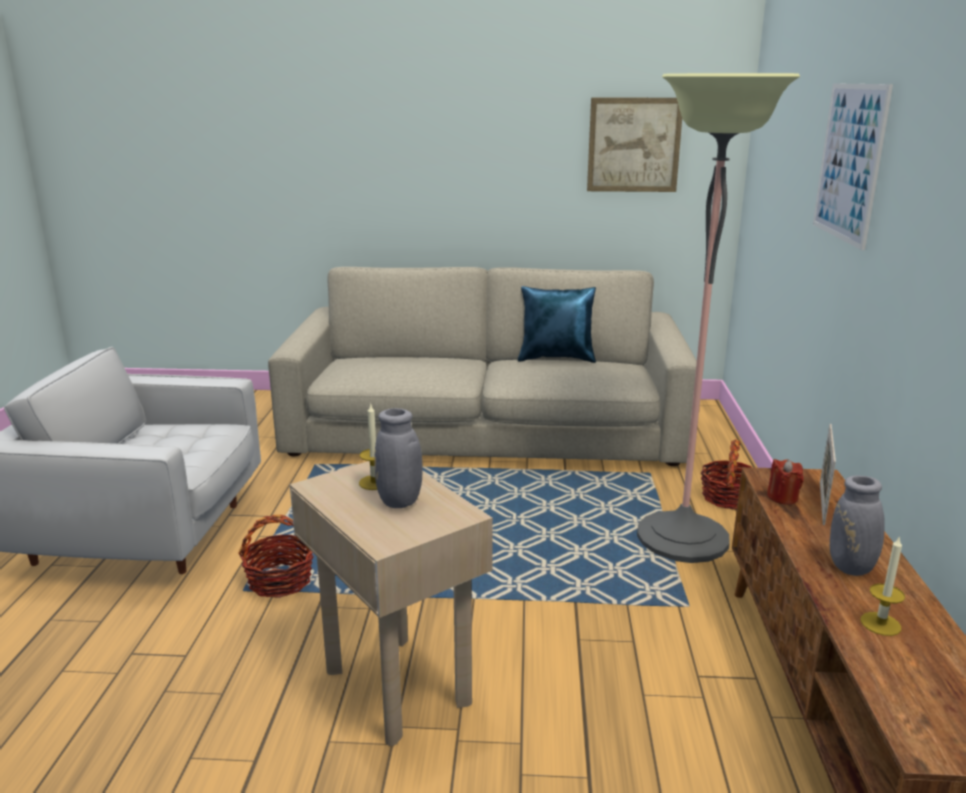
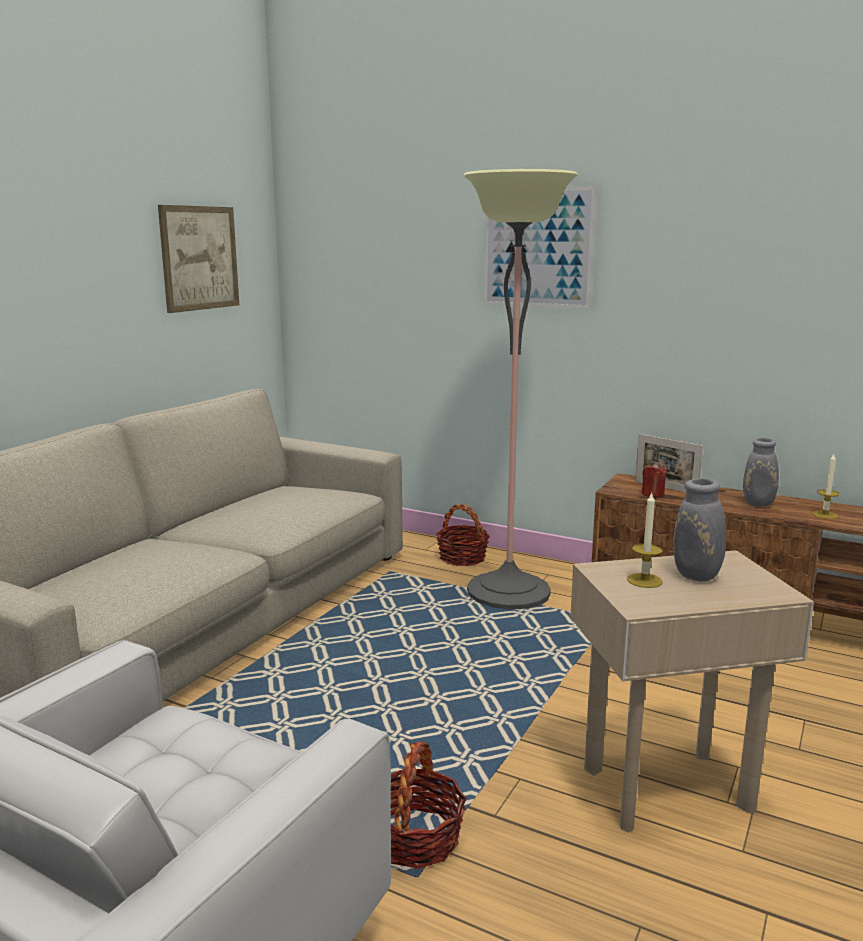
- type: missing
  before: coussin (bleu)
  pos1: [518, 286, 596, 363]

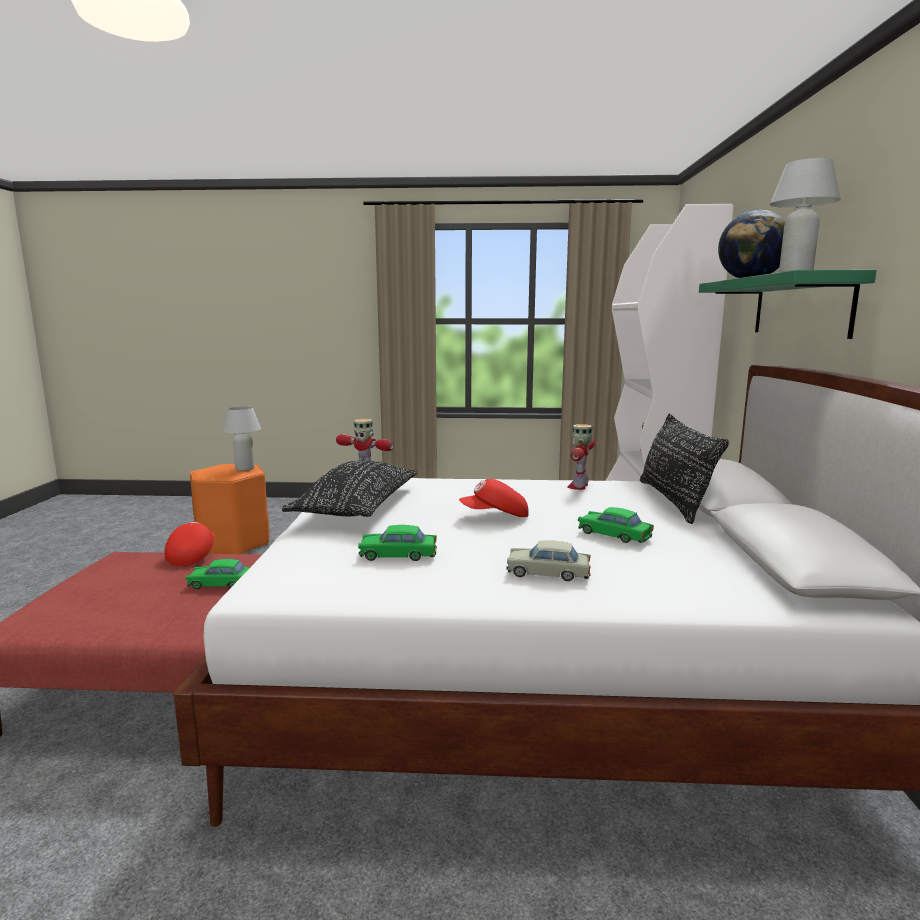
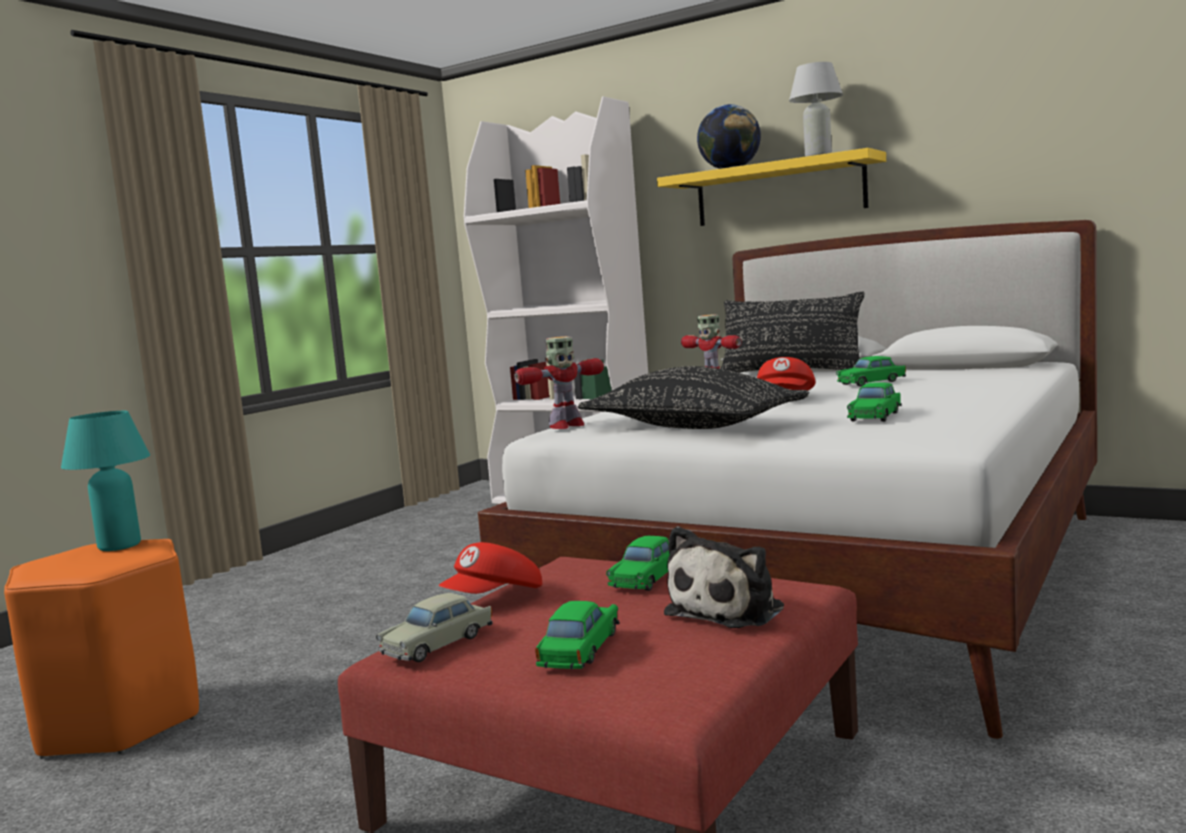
- type: colour
  before: étagère (vert)
  after: étagère (jaune)
  pos1: [699, 270, 877, 339]
  pos2: [657, 148, 886, 226]
- type: colour
  before: lampe de table (blanc)
  after: lampe de table (turquoise)
  pos1: [222, 406, 261, 471]
  pos2: [61, 411, 150, 551]
- type: spun
  before: casquette (rouge)
  pos1: [165, 522, 215, 567]
  pos2: [438, 542, 542, 594]
  turn: -75
- type: relocated
  before: petite voiture (beige)
  pos1: [506, 541, 591, 581]
  pos2: [376, 593, 493, 662]
- type: appeared
  after: peluche
  pos2: [664, 526, 784, 628]
- type: appeared
  after: petite voiture (vert)
  pos2: [535, 601, 619, 669]

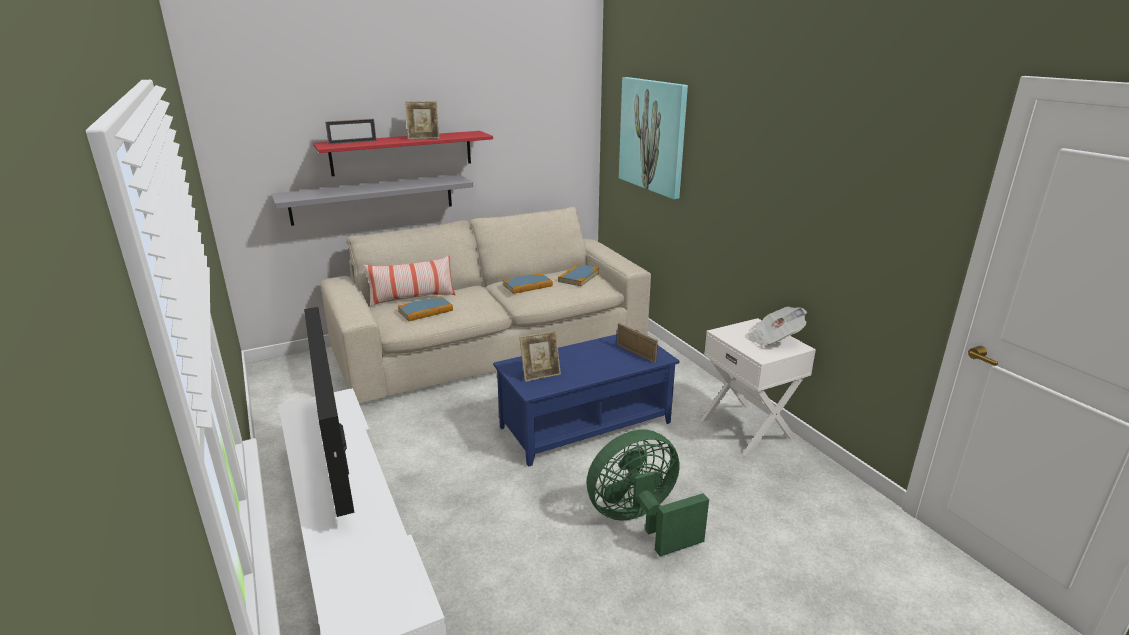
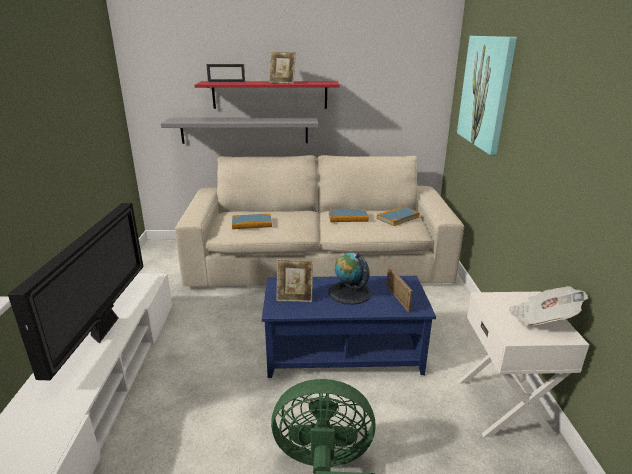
- type: missing
  before: coussin
  pos1: [364, 256, 455, 307]
- type: appeared
  after: globe
  pos2: [328, 253, 371, 305]

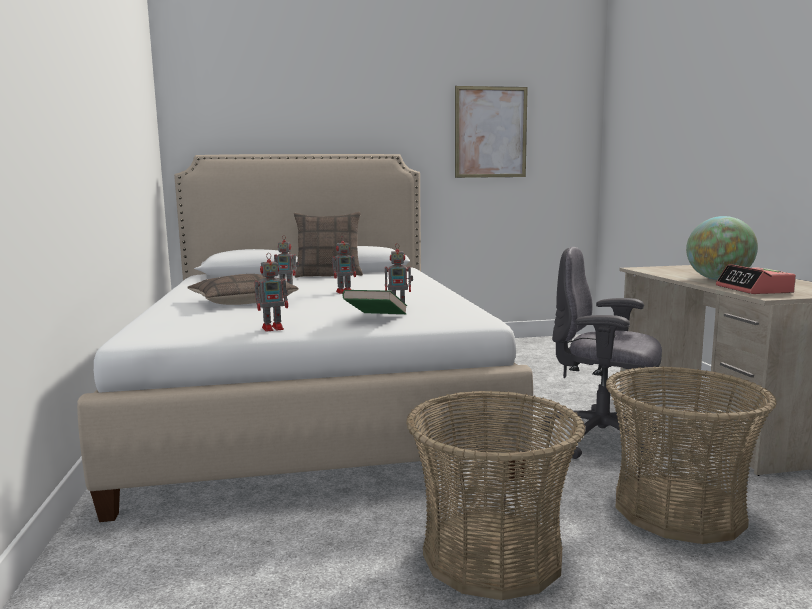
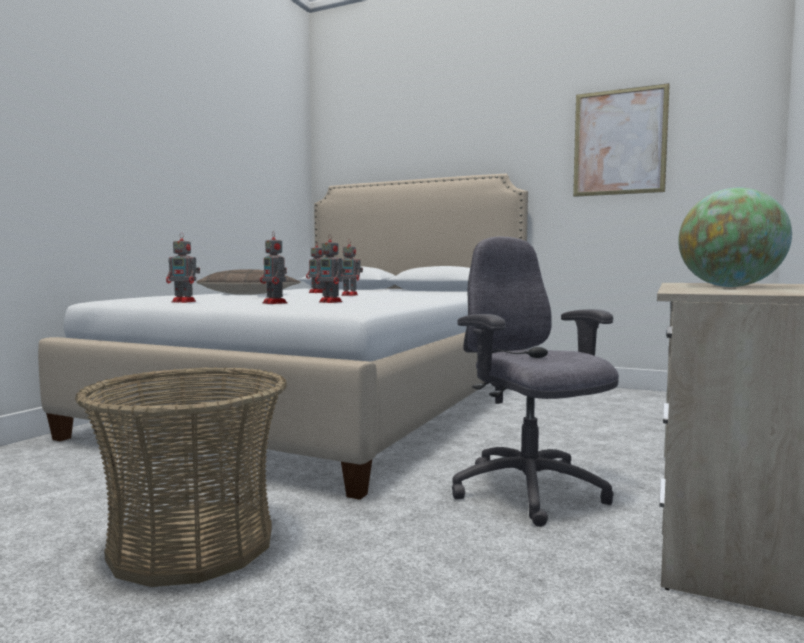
- type: missing
  before: coussin
  pos1: [294, 212, 363, 278]
- type: missing
  before: réveil
  pos1: [716, 264, 796, 294]
- type: exchanged
  before: livre (vert)
  after: robot jouet
  pos1: [342, 290, 407, 314]
  pos2: [260, 231, 287, 304]
- type: missing
  before: panier
  pos1: [606, 366, 777, 544]

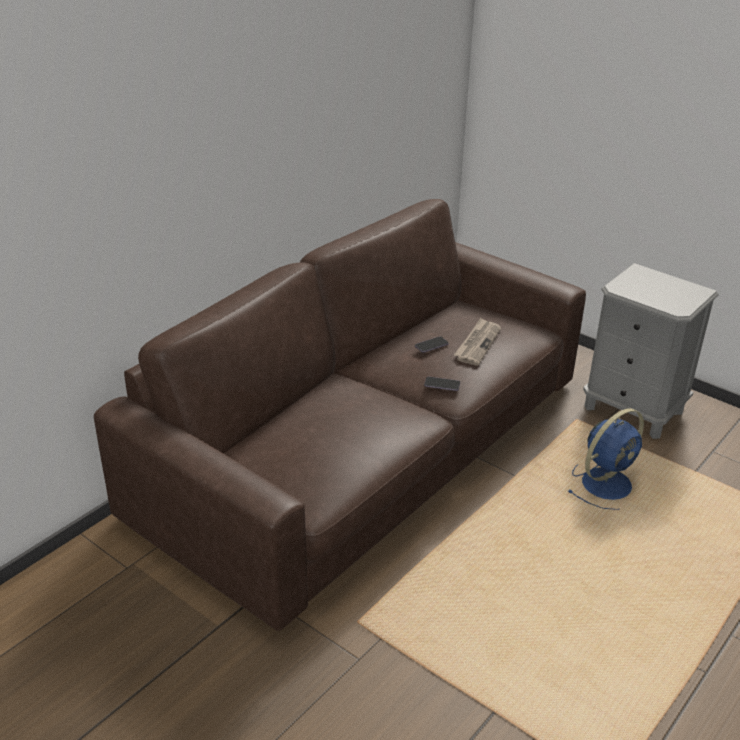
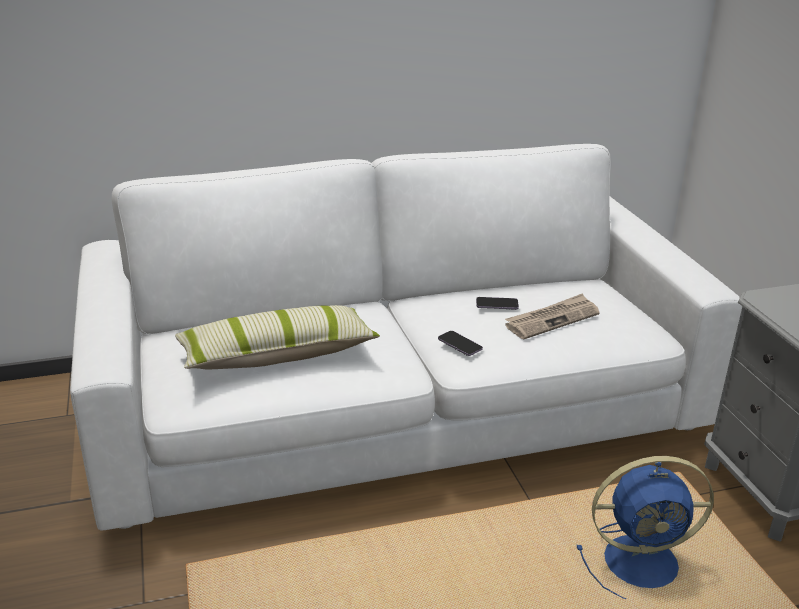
- type: colour
  before: canapé (marron)
  after: canapé (blanc)
  pos1: [94, 199, 586, 631]
  pos2: [70, 144, 742, 531]
- type: appeared
  after: coussin
  pos2: [175, 305, 380, 370]

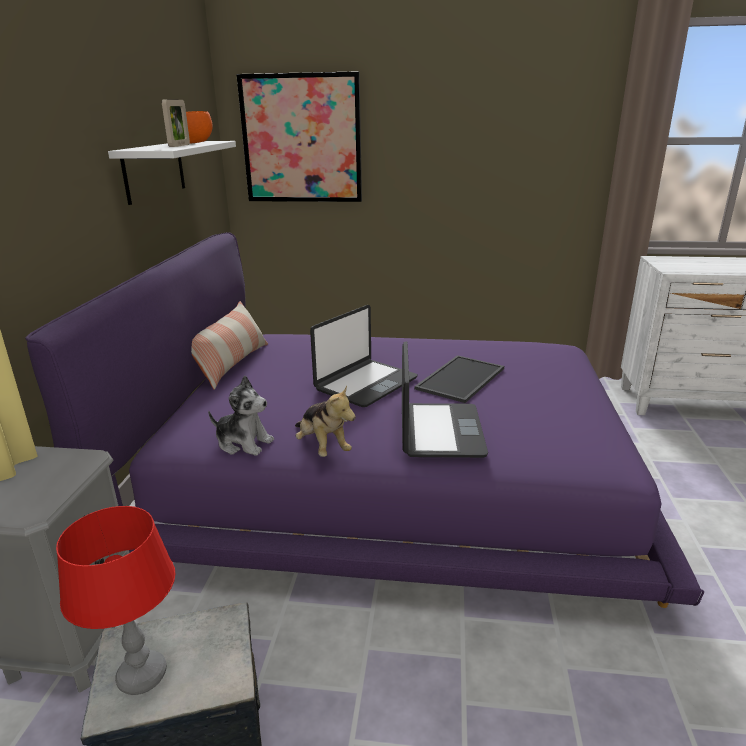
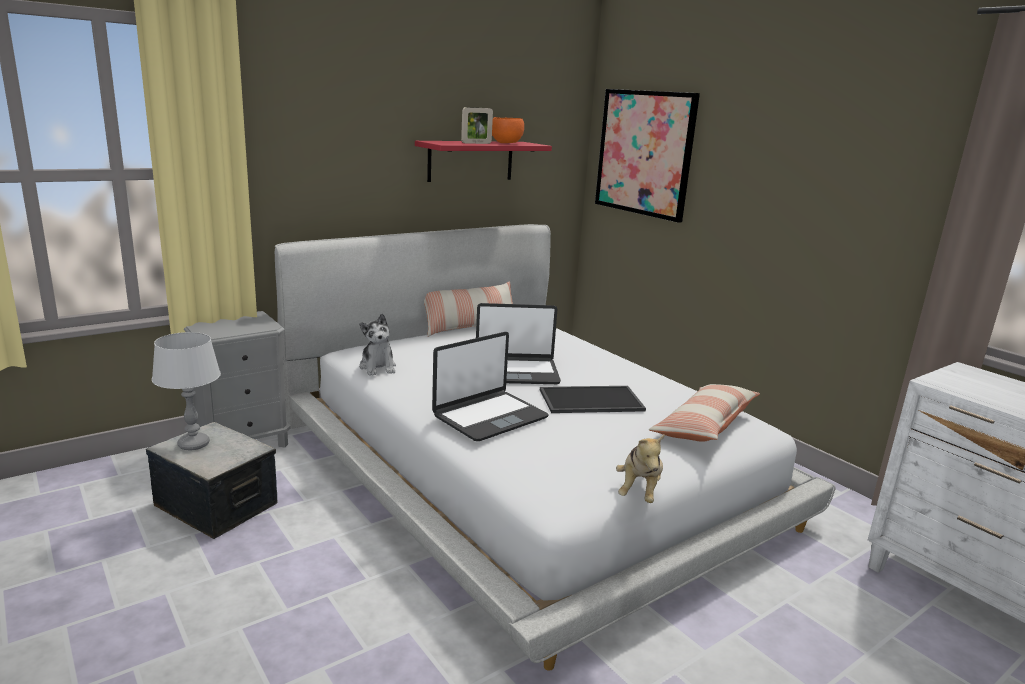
- type: colour
  before: étagère (blanc)
  after: étagère (rouge)
  pos1: [108, 141, 236, 205]
  pos2: [415, 141, 552, 182]
- type: colour
  before: lit (violet)
  after: lit (blanc)
  pos1: [25, 232, 704, 608]
  pos2: [275, 224, 836, 671]
- type: relocated
  before: peluche
  pos1: [295, 385, 356, 457]
  pos2: [616, 434, 665, 503]
- type: colour
  before: lampe de table (rouge)
  after: lampe de table (gris)
  pos1: [56, 506, 175, 695]
  pos2: [152, 332, 221, 450]
- type: appeared
  after: coussin
  pos2: [649, 384, 760, 442]

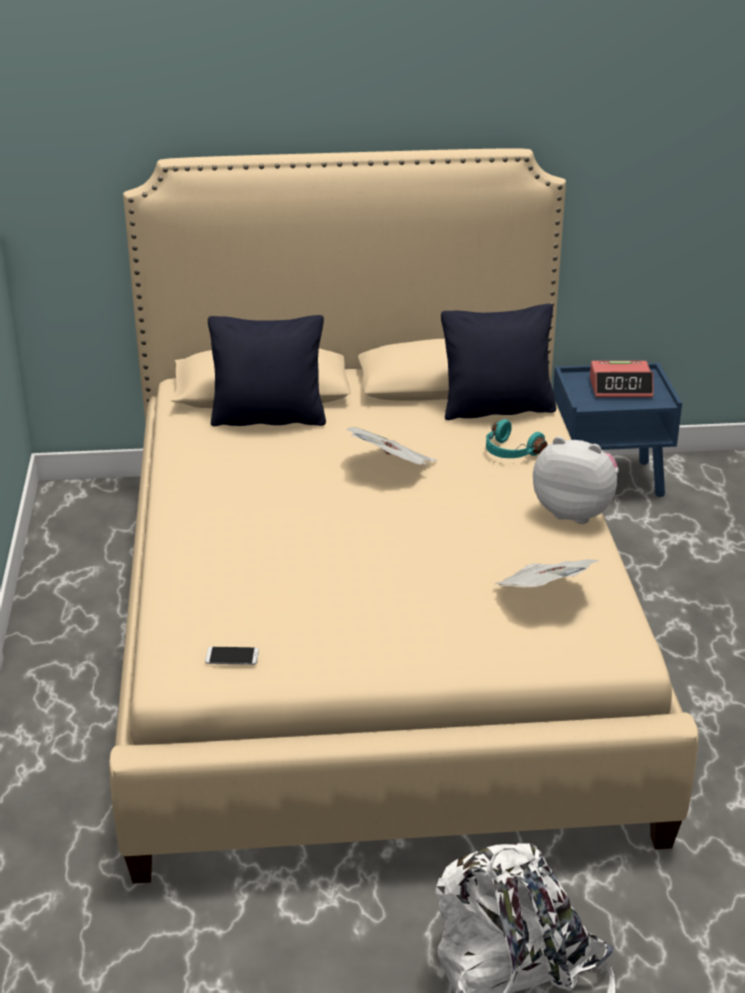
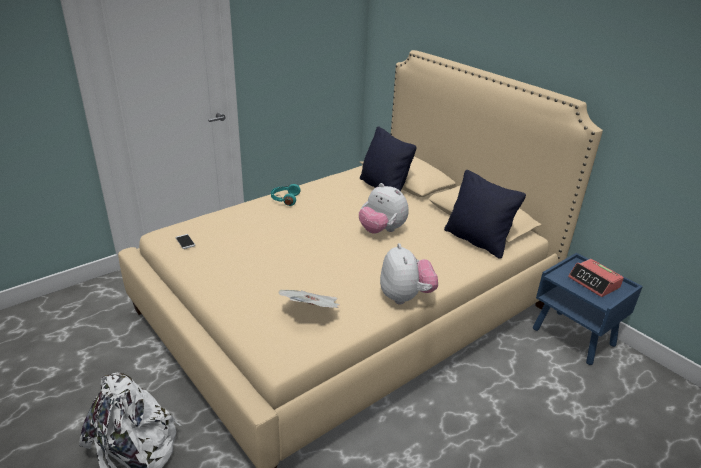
- type: relocated
  before: casque audio (turquoise)
  pos1: [486, 419, 547, 458]
  pos2: [271, 184, 300, 206]
- type: exchanged
  before: journal
  after: peluche
  pos1: [347, 427, 437, 465]
  pos2: [359, 183, 409, 234]

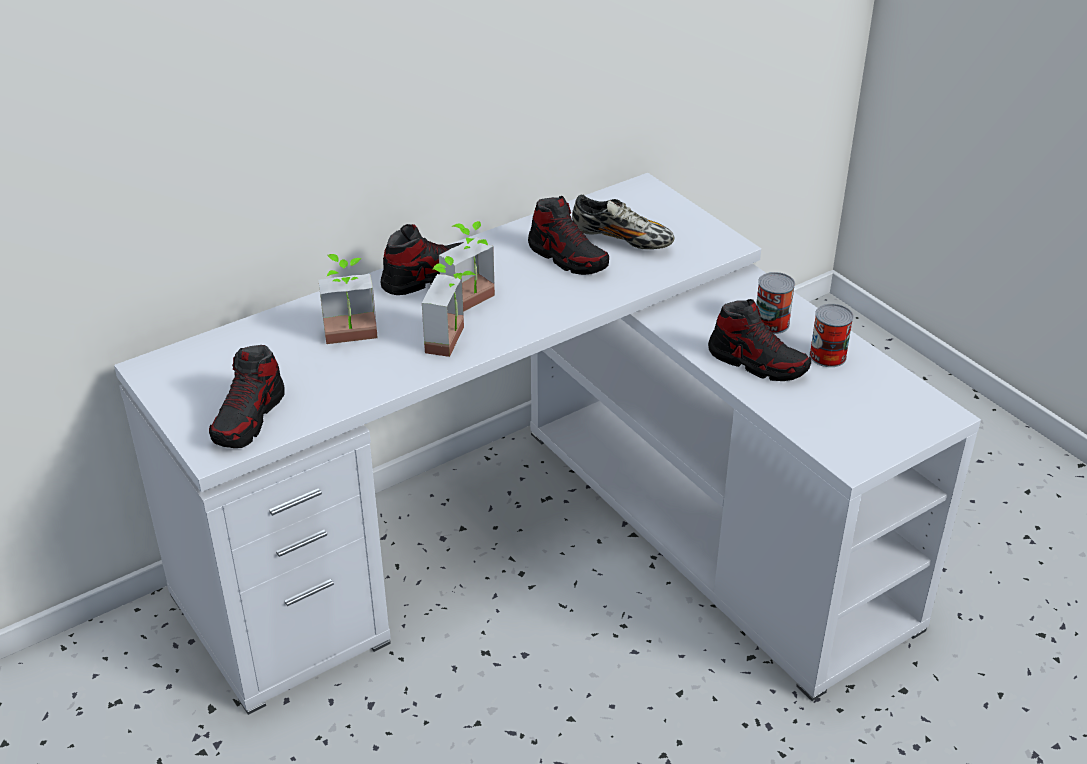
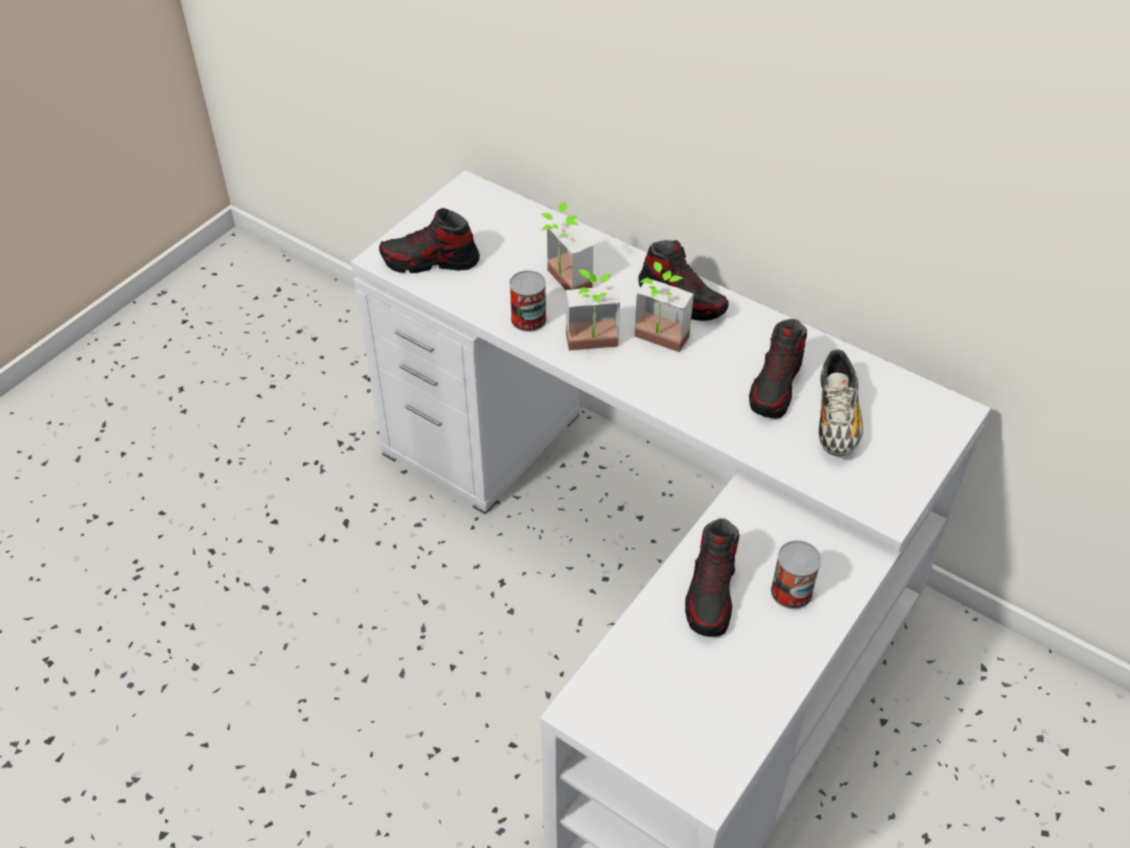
- type: relocated
  before: boîte métallique
  pos1: [809, 304, 854, 367]
  pos2: [509, 270, 547, 332]

